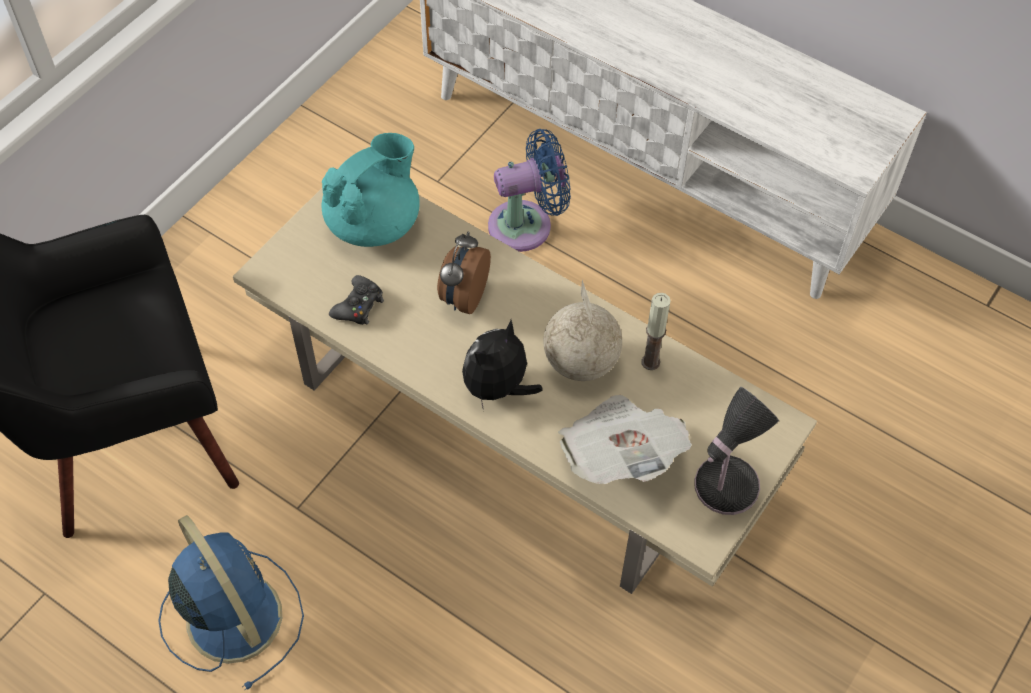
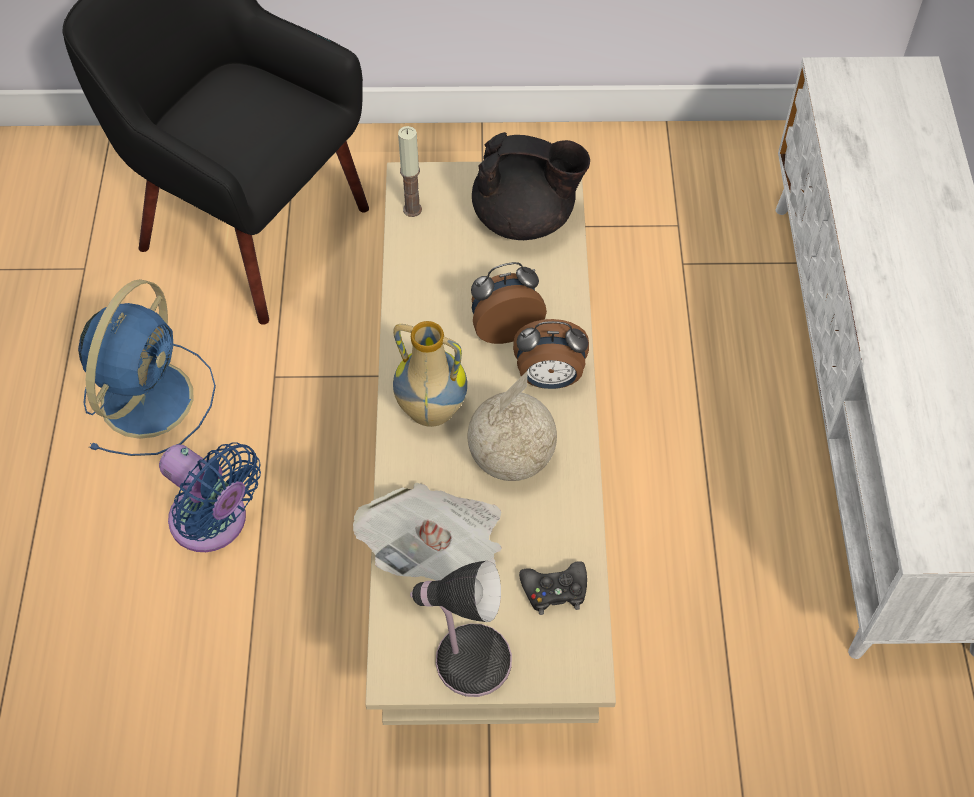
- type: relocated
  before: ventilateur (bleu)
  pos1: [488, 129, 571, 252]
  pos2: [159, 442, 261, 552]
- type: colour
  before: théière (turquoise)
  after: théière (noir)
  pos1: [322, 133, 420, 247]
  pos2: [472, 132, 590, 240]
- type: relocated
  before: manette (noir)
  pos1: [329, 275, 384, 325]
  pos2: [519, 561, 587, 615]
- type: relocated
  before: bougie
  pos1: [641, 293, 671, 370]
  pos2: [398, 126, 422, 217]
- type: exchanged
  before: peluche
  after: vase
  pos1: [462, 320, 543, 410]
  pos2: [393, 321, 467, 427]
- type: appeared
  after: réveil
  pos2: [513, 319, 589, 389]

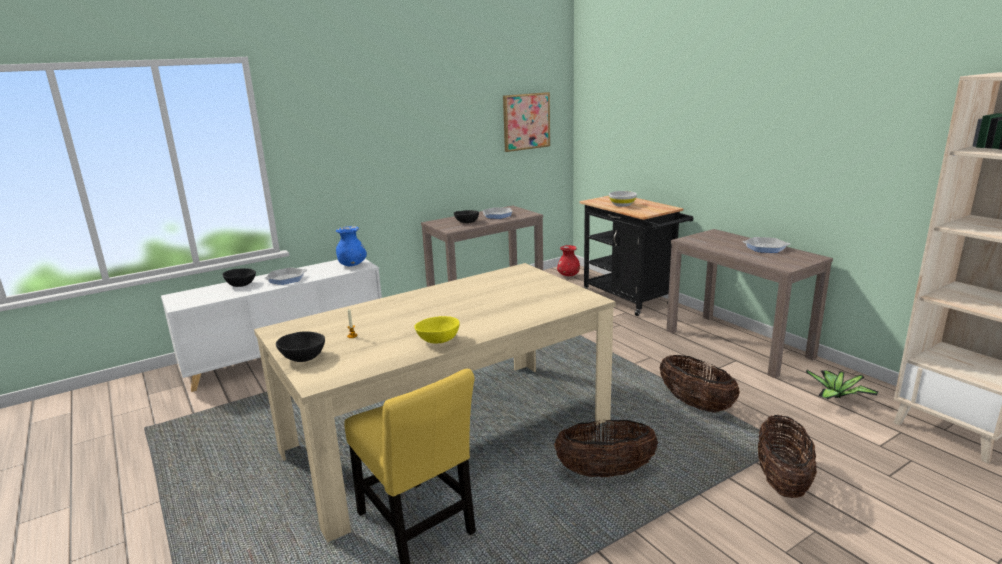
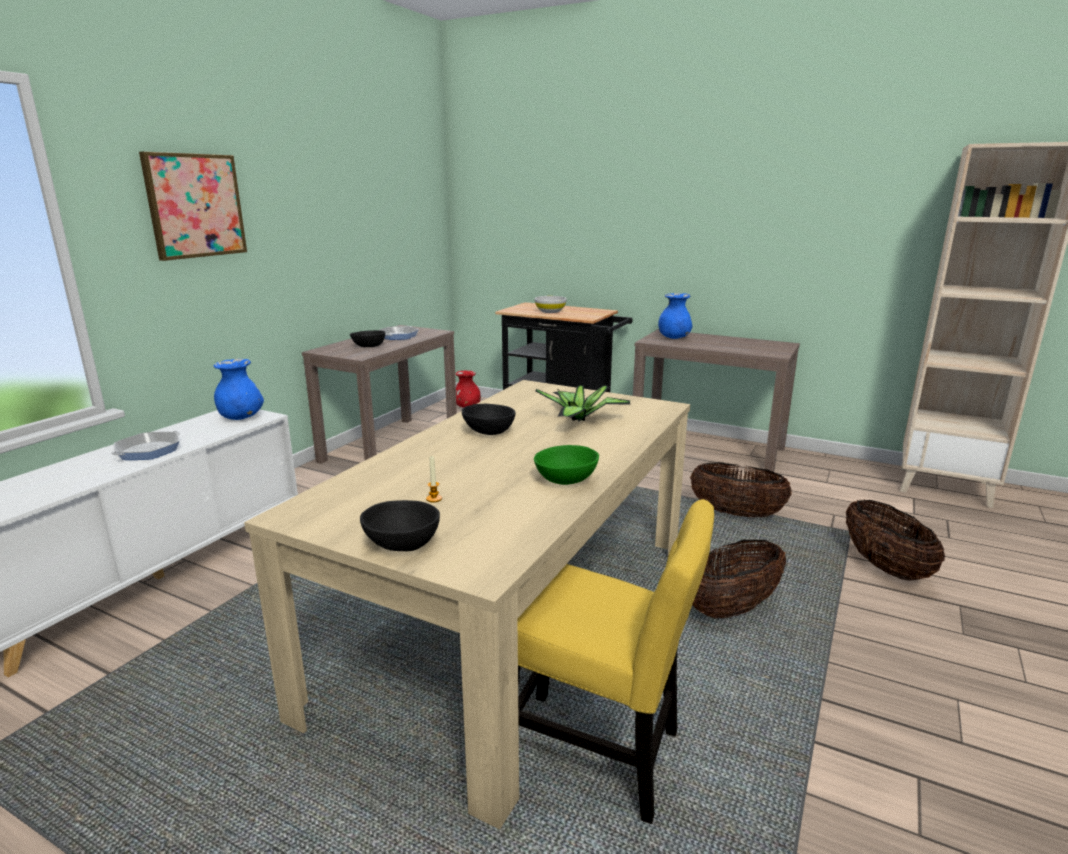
- type: relocated
  before: tableau
  pos1: [503, 92, 550, 152]
  pos2: [139, 152, 247, 261]
- type: missing
  before: poêle
  pos1: [742, 237, 790, 253]
- type: relocated
  before: bol (noir)
  pos1: [222, 268, 256, 287]
  pos2: [462, 404, 516, 435]
- type: colour
  before: bol (jaune)
  after: bol (vert)
  pos1: [414, 316, 460, 343]
  pos2: [534, 445, 599, 485]
- type: relocated
  before: plante en pot
  pos1: [806, 370, 878, 399]
  pos2: [535, 385, 630, 422]
- type: appeared
  after: vase (bleu)
  pos2: [658, 293, 692, 339]

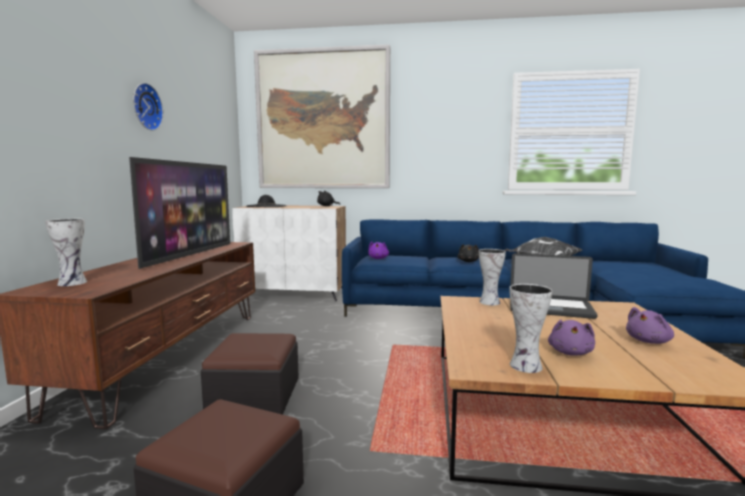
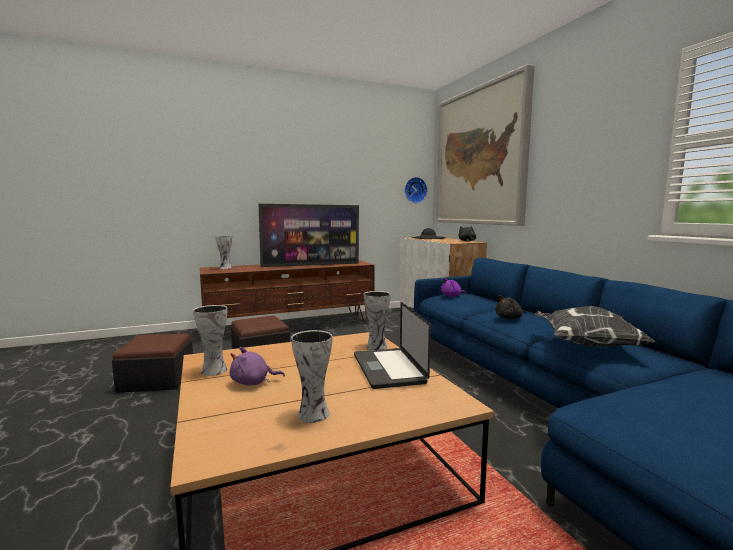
- type: relocated
  before: horloge murale
  pos1: [133, 83, 163, 131]
  pos2: [405, 177, 427, 203]
- type: exchanged
  before: peluche (violet)
  after: vase
  pos1: [626, 307, 674, 344]
  pos2: [291, 330, 333, 423]

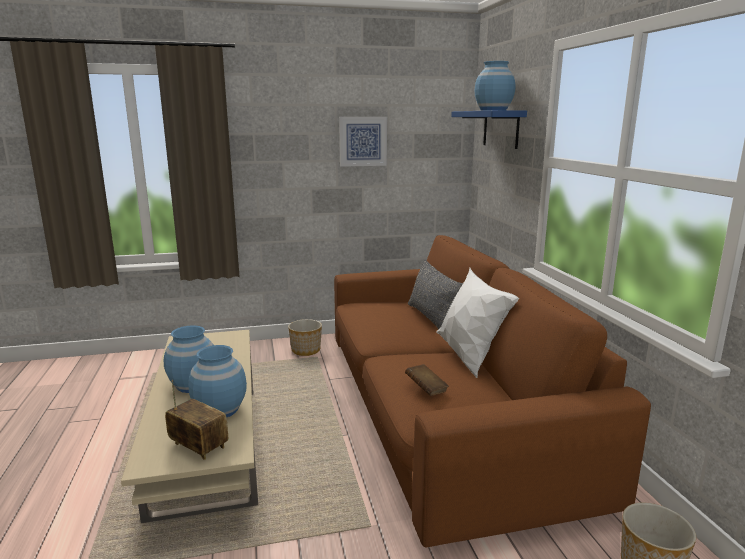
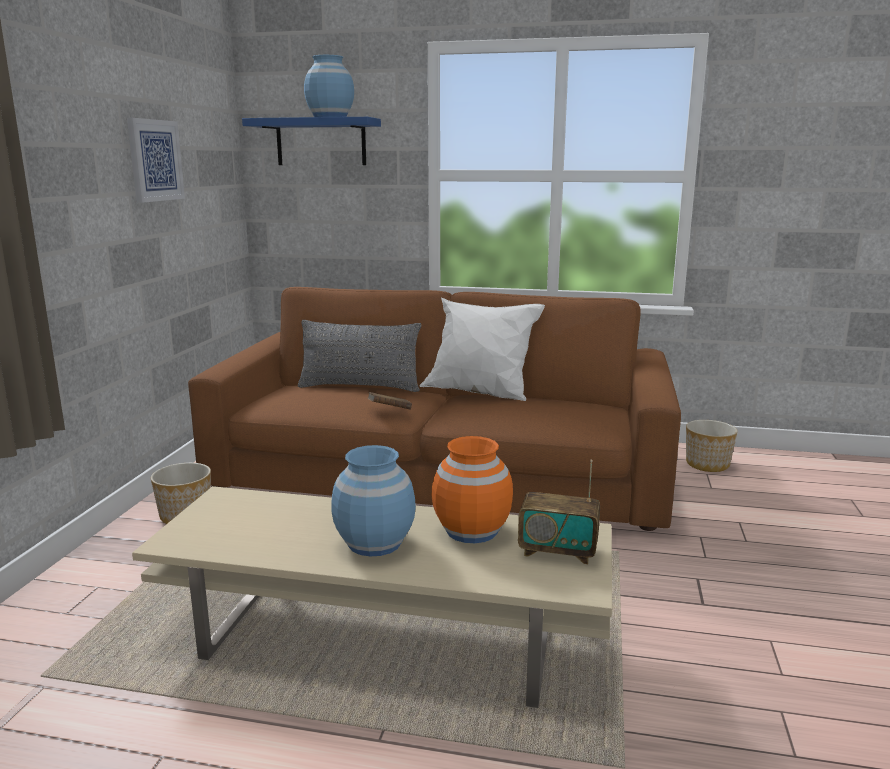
- type: colour
  before: vase (bleu)
  after: vase (orange)
  pos1: [189, 345, 247, 417]
  pos2: [432, 436, 513, 543]
- type: relocated
  before: livre (marron)
  pos1: [405, 364, 449, 396]
  pos2: [367, 392, 412, 410]
- type: spun
  before: radio
  pos1: [165, 380, 228, 460]
  pos2: [518, 460, 600, 564]
  turn: -135

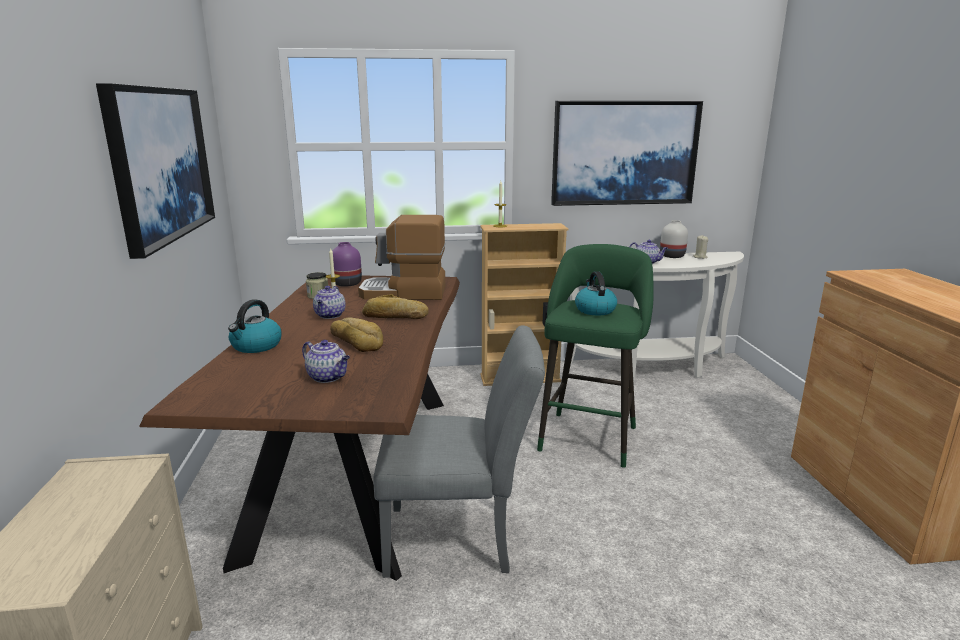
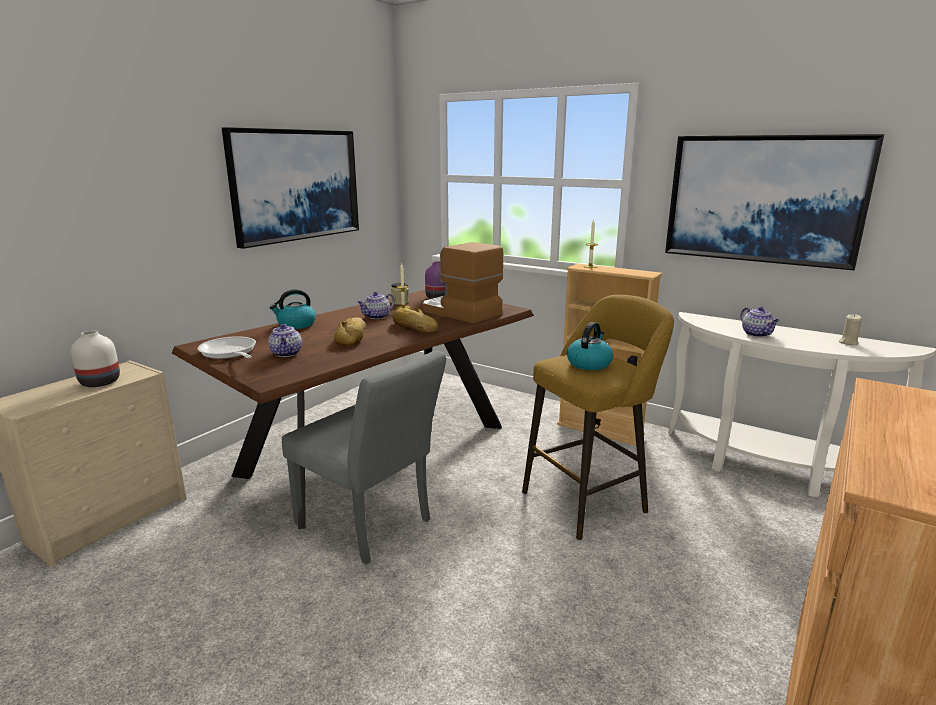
- type: relocated
  before: vase (blanc)
  pos1: [660, 220, 688, 258]
  pos2: [71, 331, 120, 387]
- type: colour
  before: tabouret (vert)
  after: tabouret (jaune)
  pos1: [537, 244, 654, 468]
  pos2: [522, 295, 674, 540]
- type: appeared
  after: poêle
  pos2: [198, 337, 256, 359]

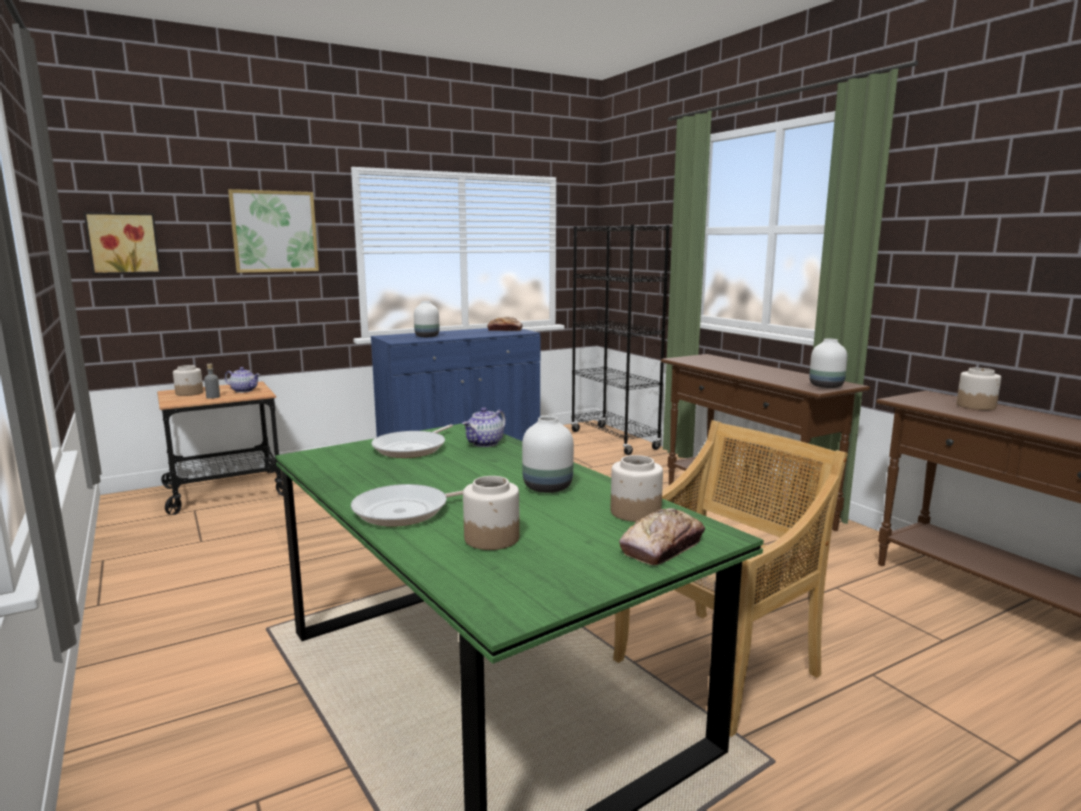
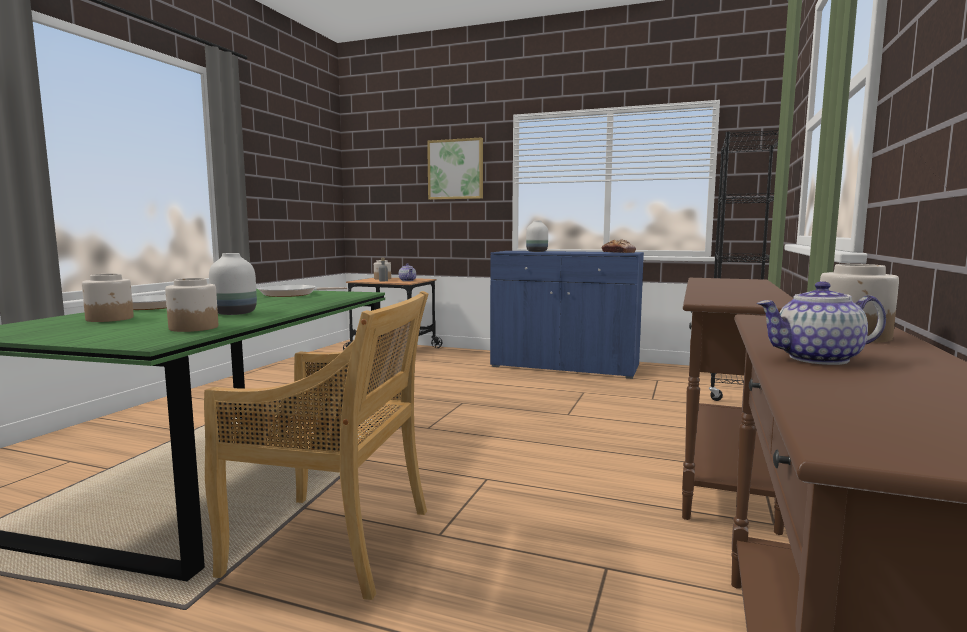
- type: missing
  before: tableau
  pos1: [84, 212, 161, 275]
- type: missing
  before: vase (blanc)
  pos1: [809, 339, 848, 388]
- type: relocated
  before: théière
  pos1: [462, 408, 506, 447]
  pos2: [757, 281, 886, 365]
- type: missing
  before: pain
  pos1: [619, 508, 705, 565]

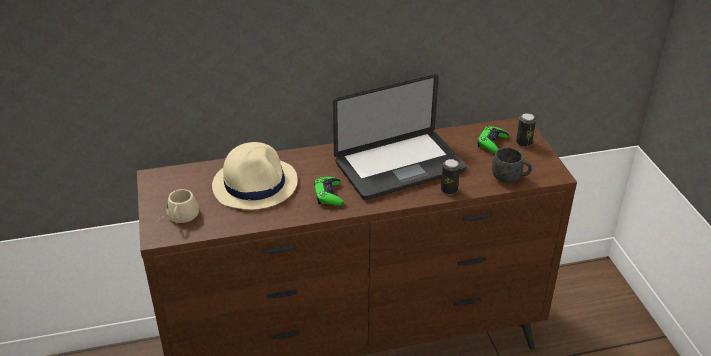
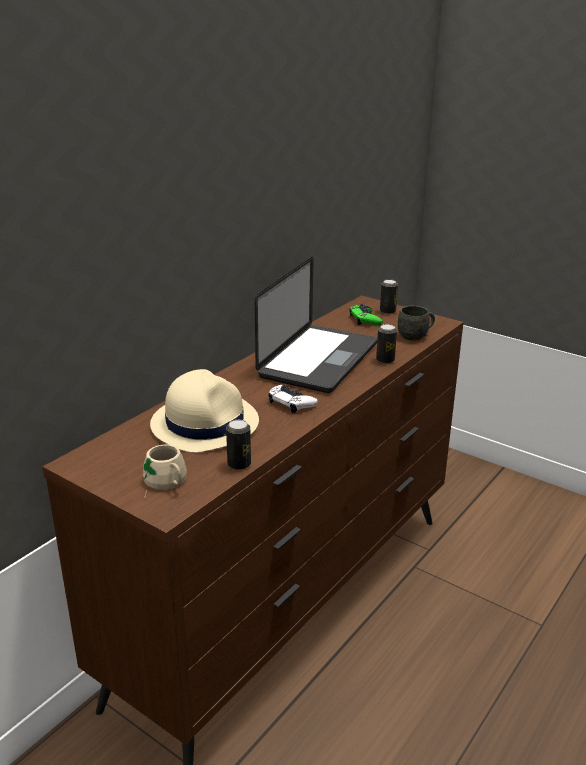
- type: colour
  before: manette (vert)
  after: manette (blanc)
  pos1: [314, 177, 344, 206]
  pos2: [268, 384, 318, 413]
- type: appeared
  after: boîte métallique
  pos2: [226, 420, 251, 470]

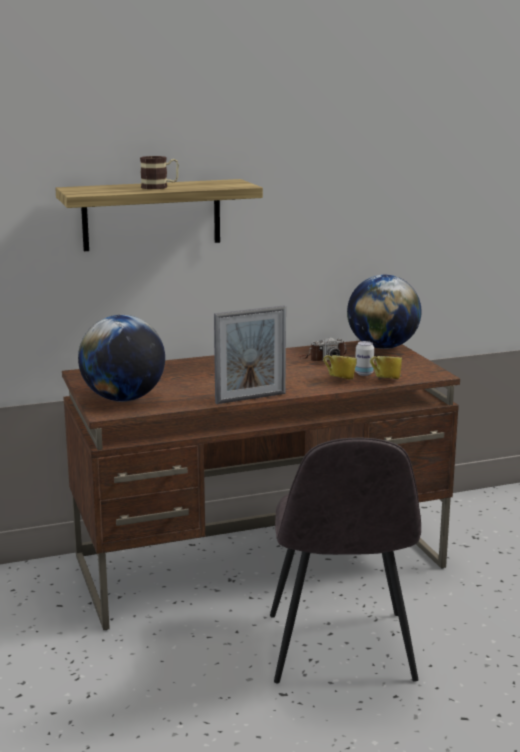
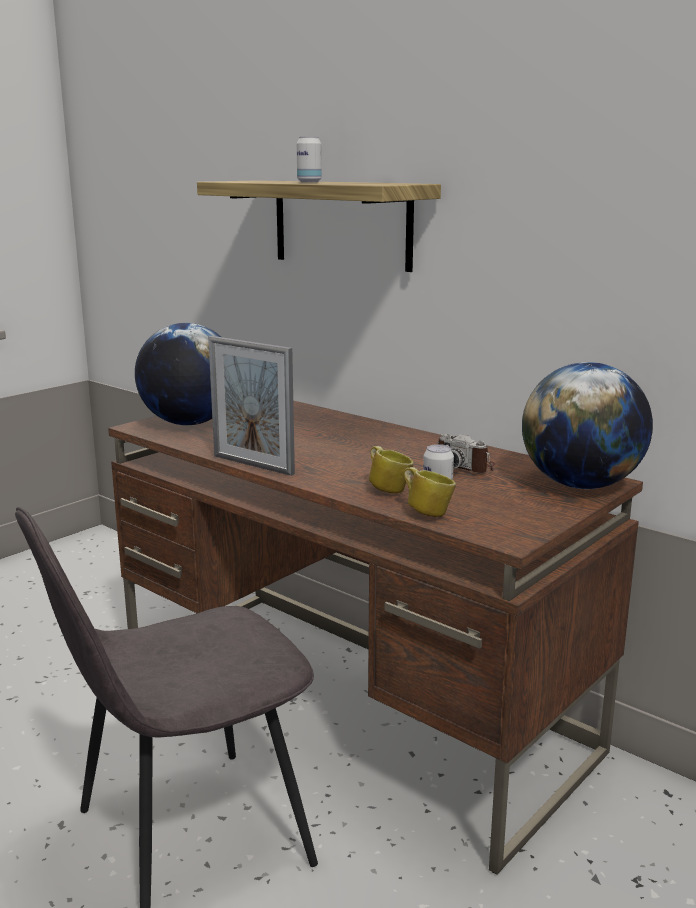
- type: exchanged
  before: mug
  after: boîte métallique
  pos1: [140, 156, 179, 189]
  pos2: [297, 137, 322, 182]

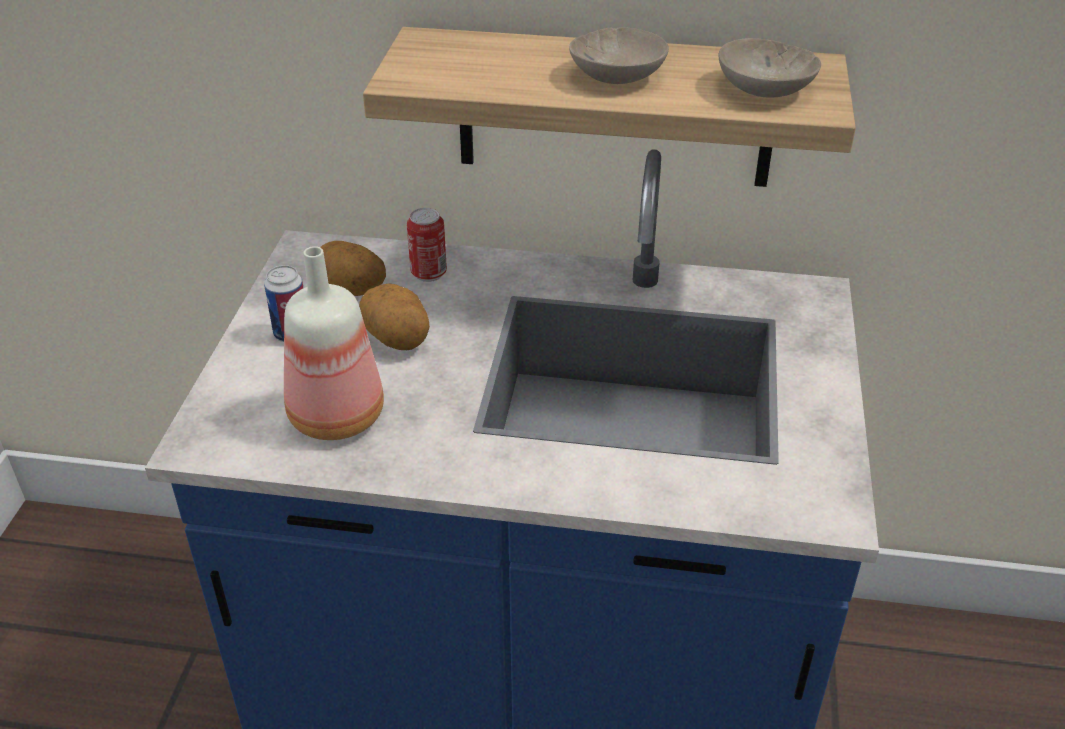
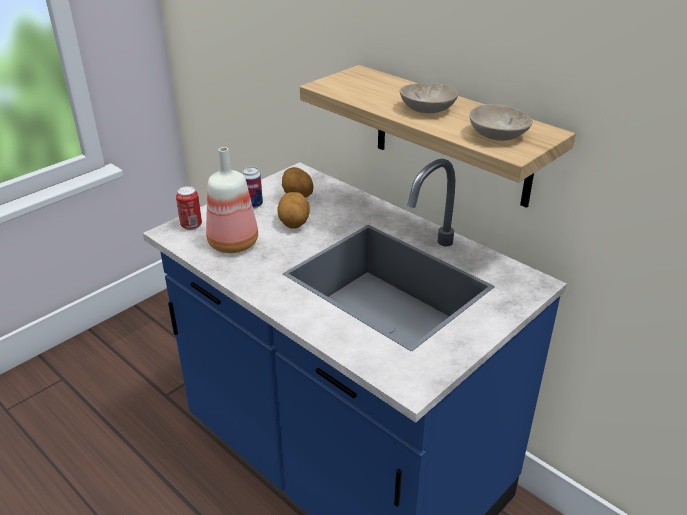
- type: relocated
  before: boîte métallique
  pos1: [407, 208, 447, 282]
  pos2: [176, 186, 202, 230]

